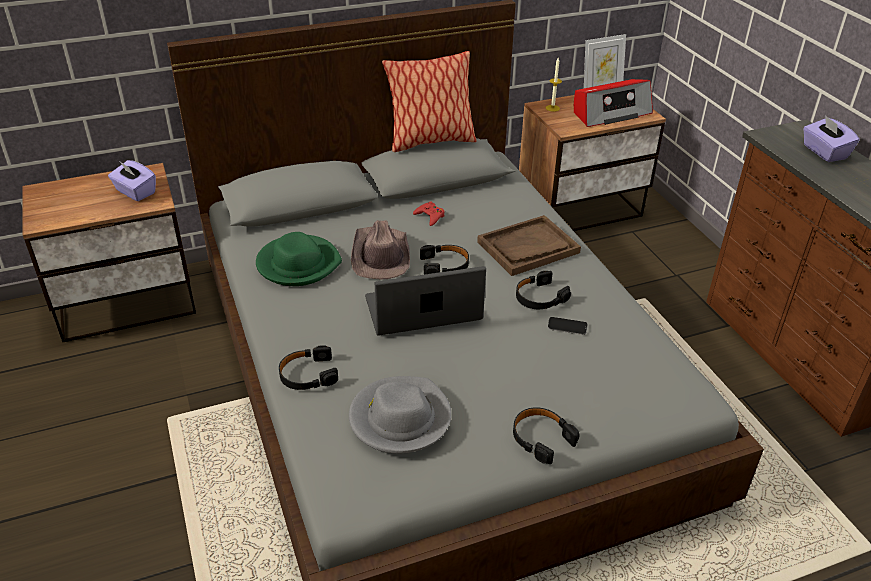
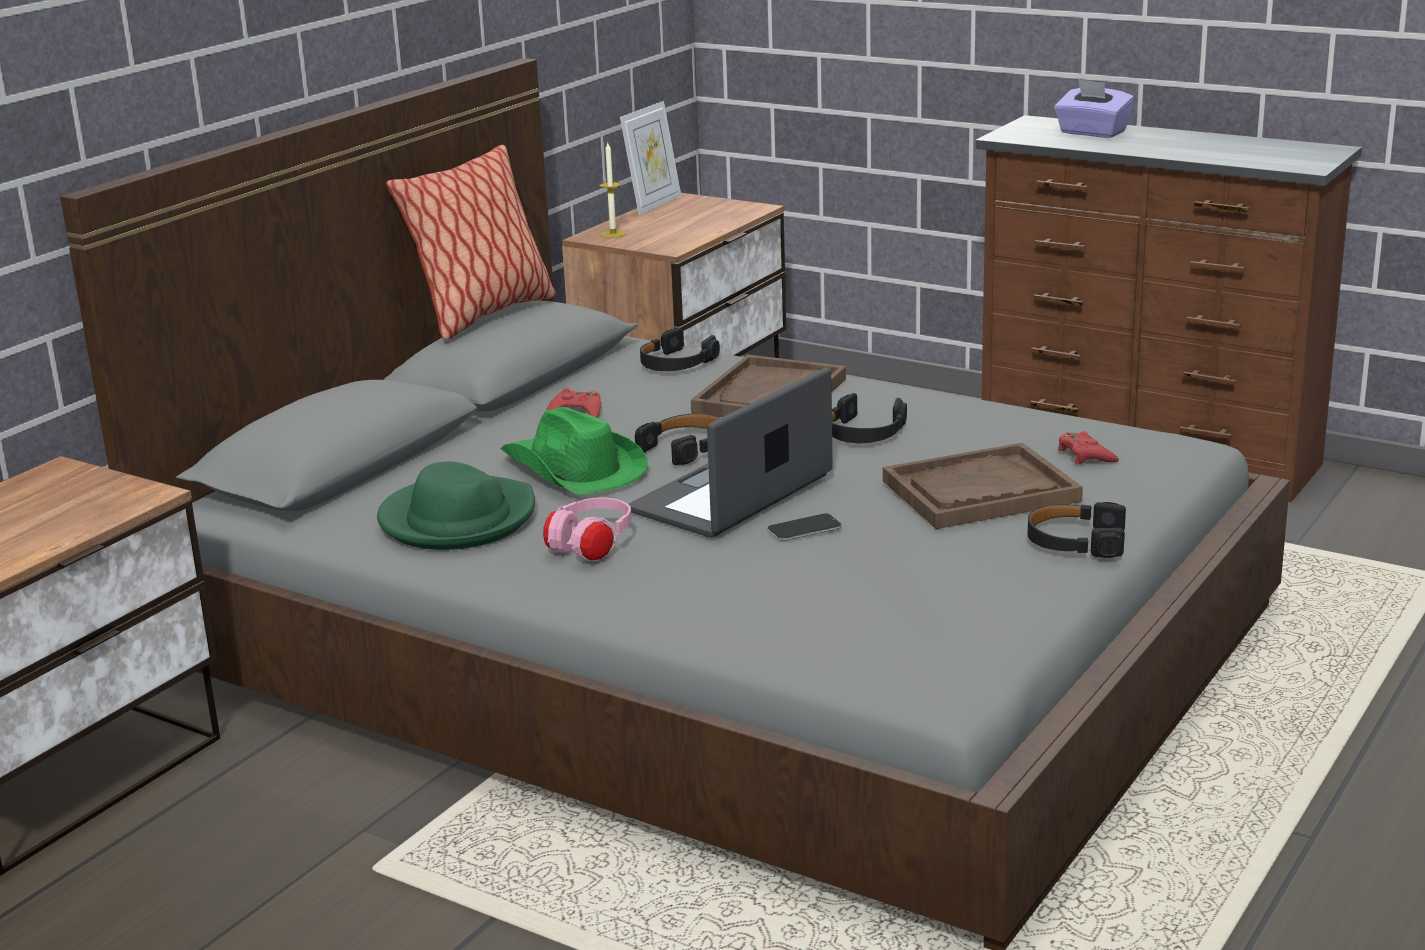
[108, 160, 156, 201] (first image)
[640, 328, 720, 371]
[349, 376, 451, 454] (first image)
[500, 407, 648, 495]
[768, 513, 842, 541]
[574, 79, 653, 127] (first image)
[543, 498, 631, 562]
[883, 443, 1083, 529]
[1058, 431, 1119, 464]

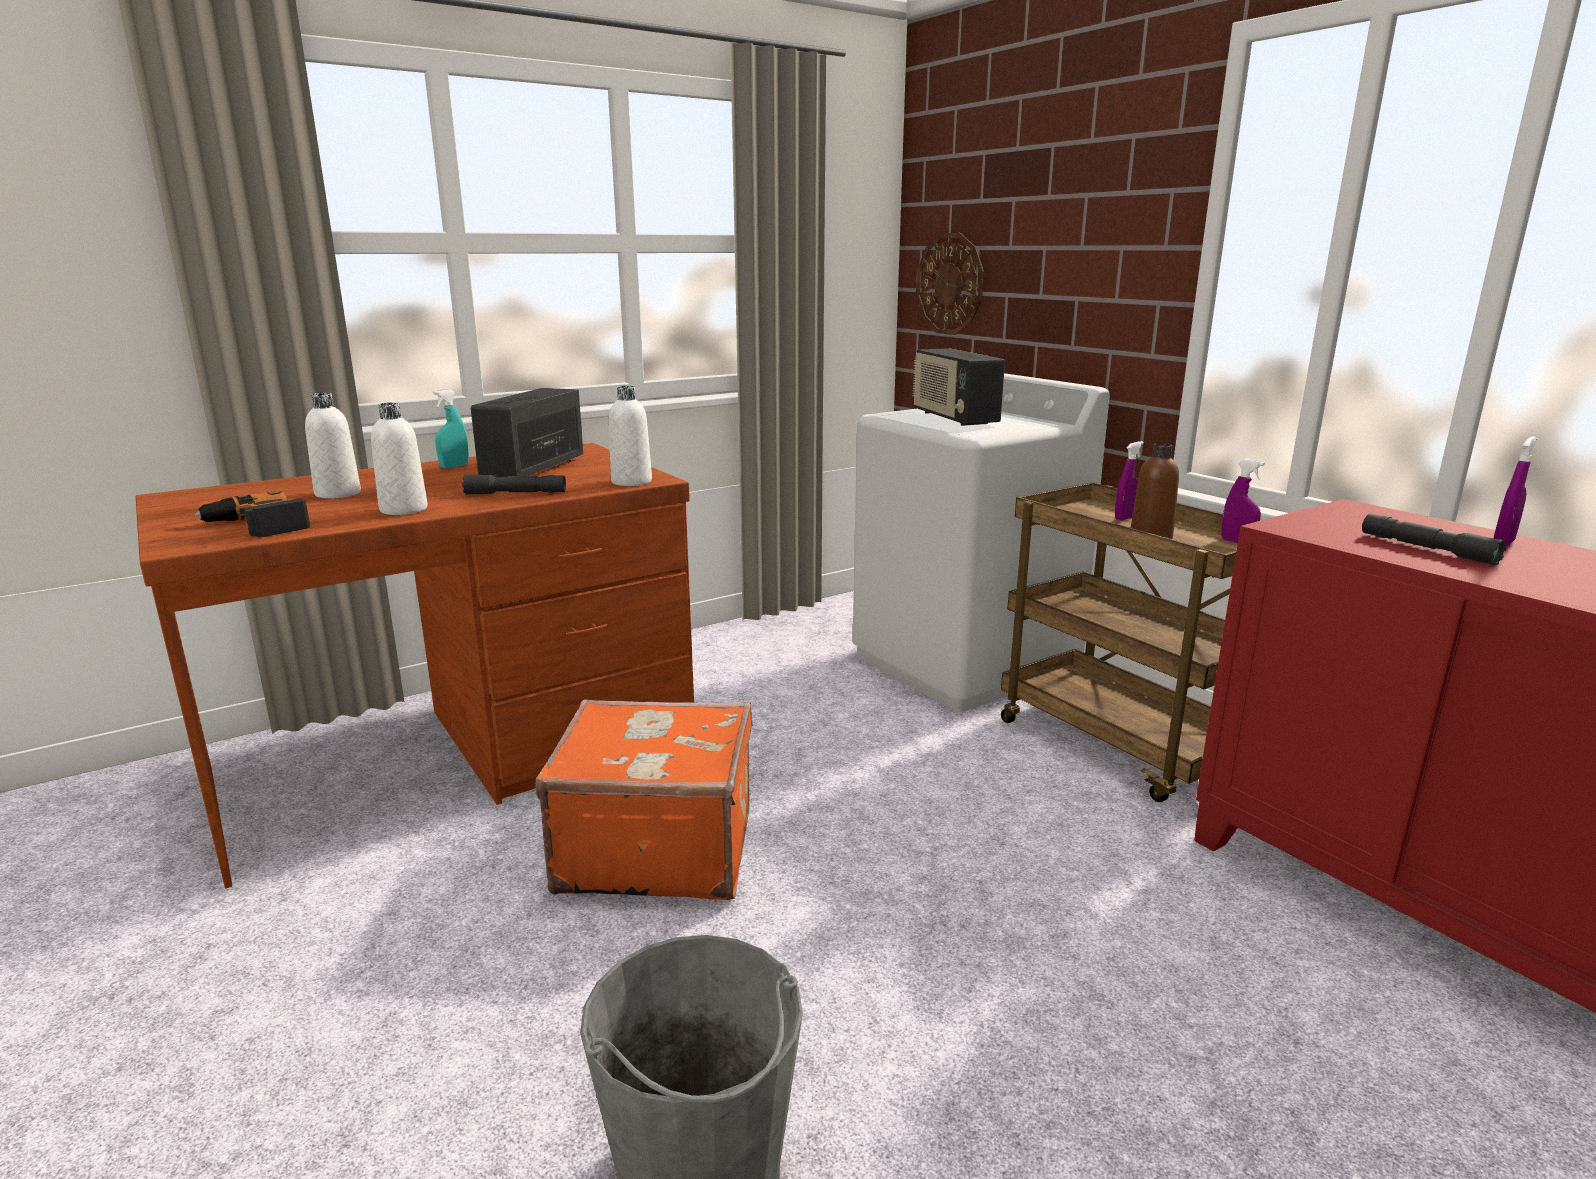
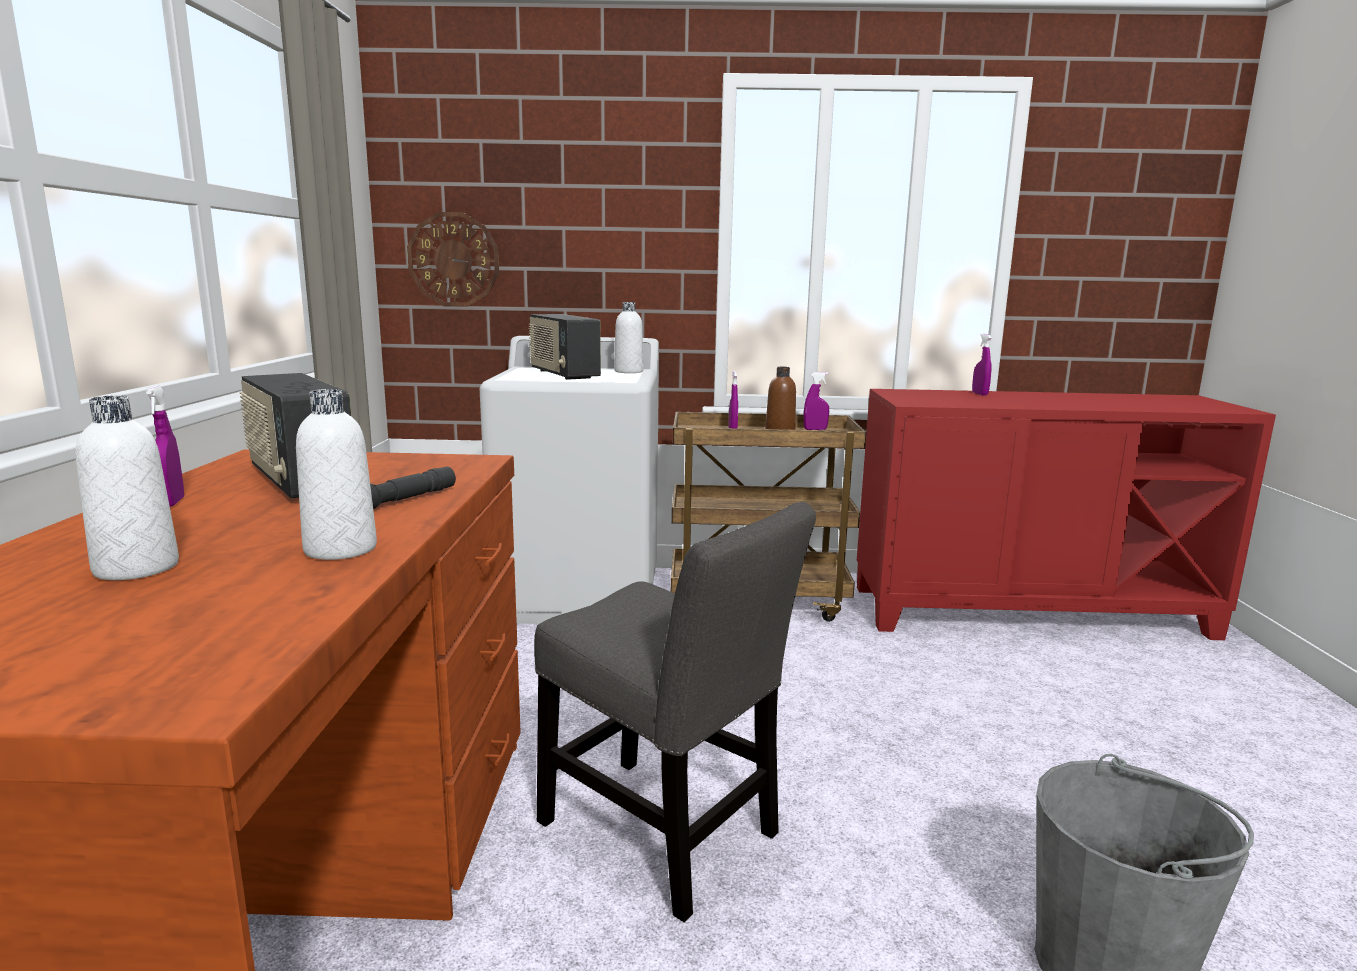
[194, 491, 310, 538] (first image)
[146, 386, 184, 507]
[534, 502, 816, 922]
[614, 302, 644, 373]
[529, 314, 601, 380]
[1362, 514, 1506, 565] (first image)

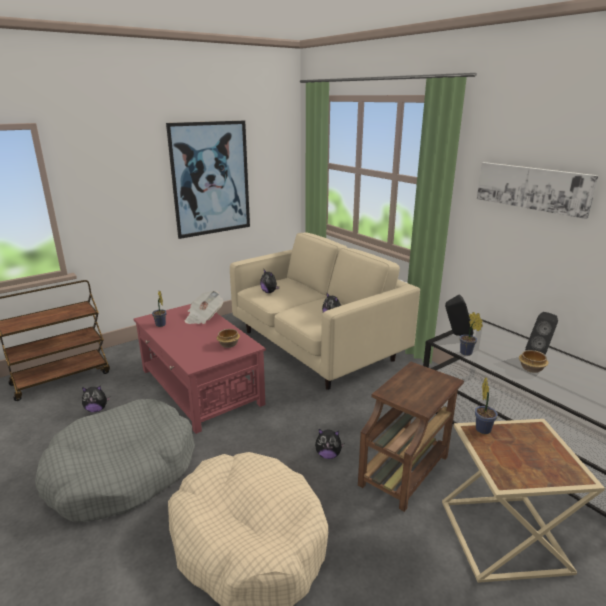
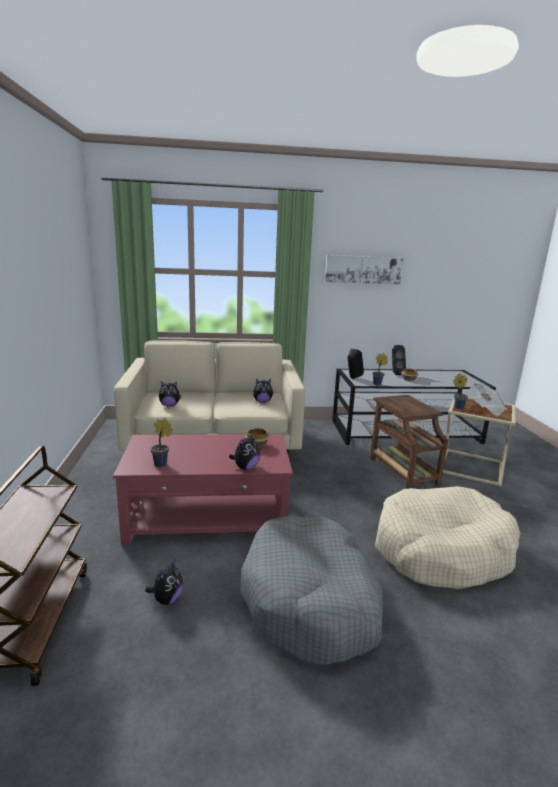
[166, 121, 250, 239] (first image)
[469, 383, 507, 416]
[229, 433, 260, 470]

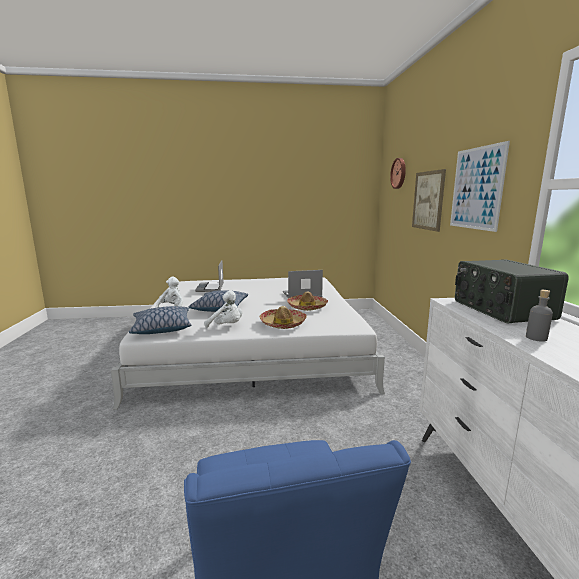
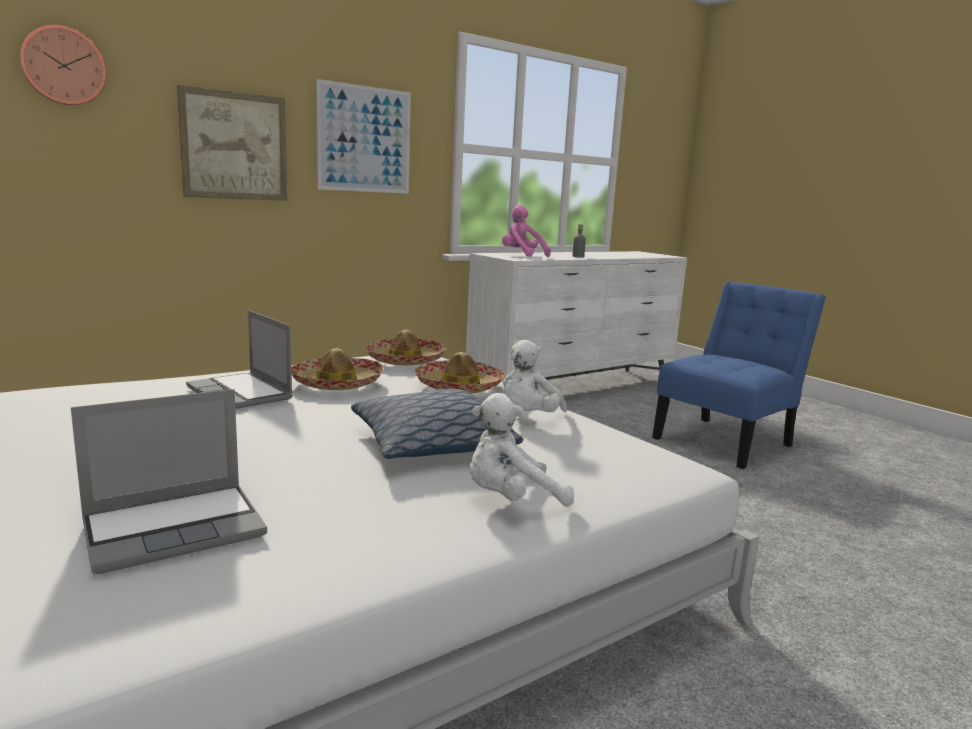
[129, 306, 191, 334] (first image)
[503, 340, 567, 412]
[502, 205, 551, 257]
[366, 330, 446, 365]

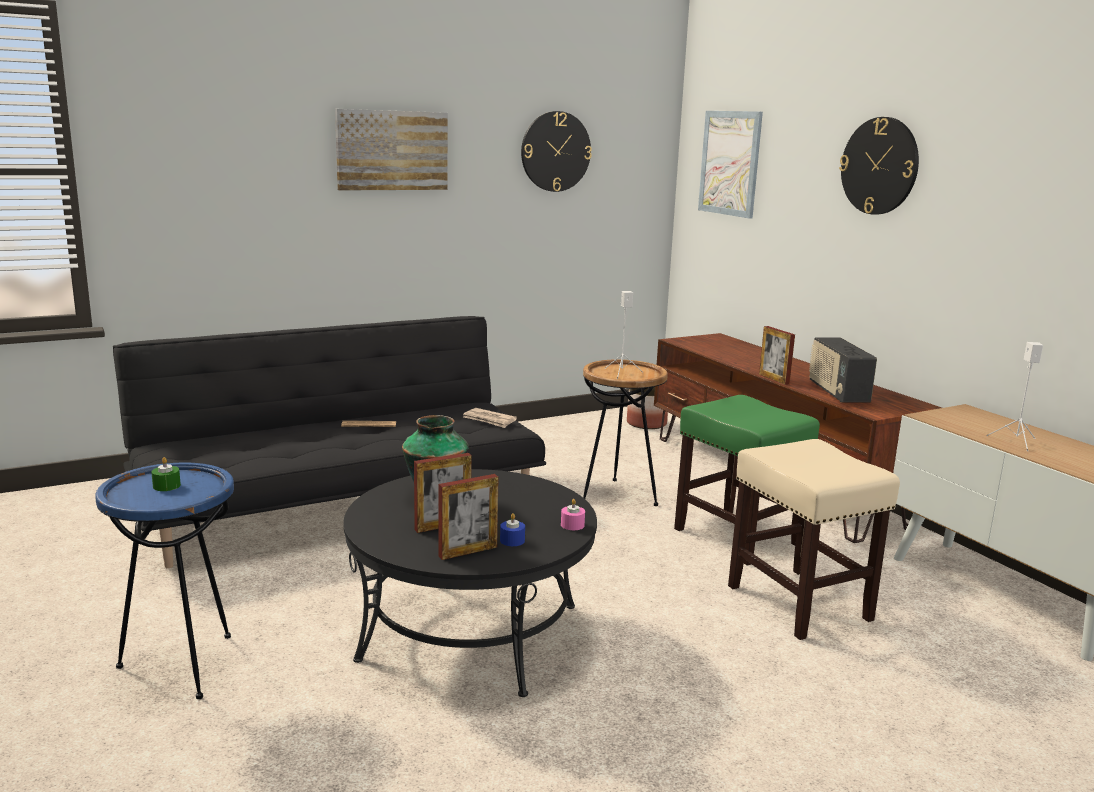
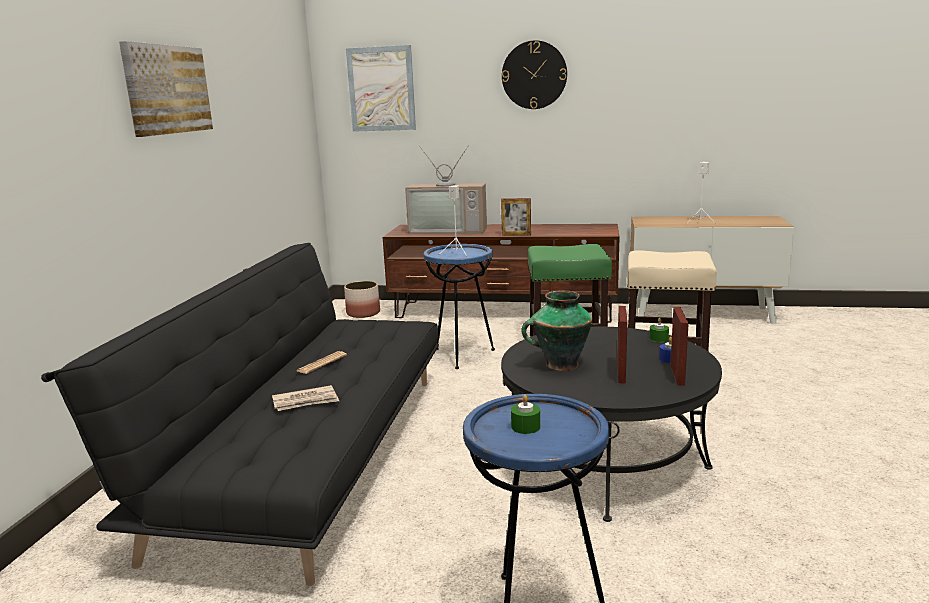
[272, 385, 339, 411]
[521, 111, 592, 192] (first image)
[649, 318, 669, 342]
[423, 244, 495, 369]
[809, 337, 877, 402] (first image)
[405, 145, 487, 234]

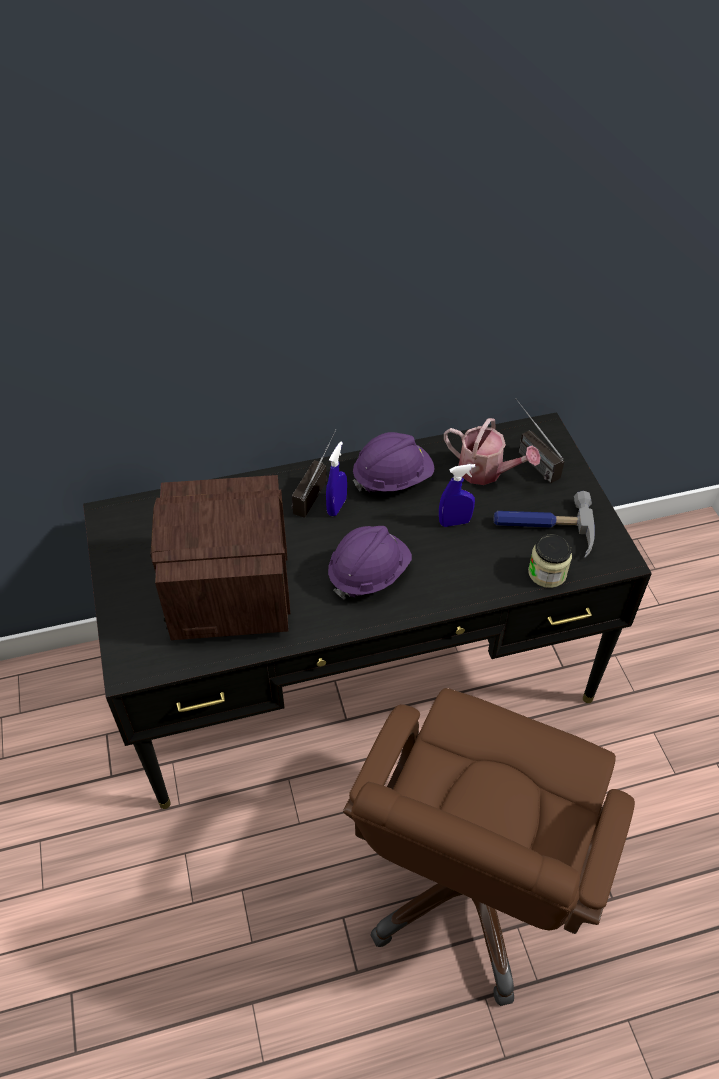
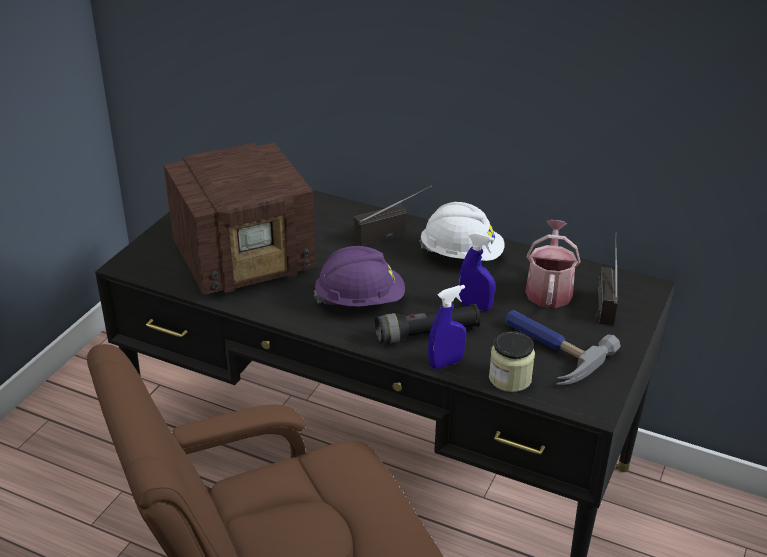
[164, 143, 316, 295]
[428, 285, 466, 369]
[419, 202, 505, 261]
[525, 220, 580, 308]
[375, 304, 480, 344]

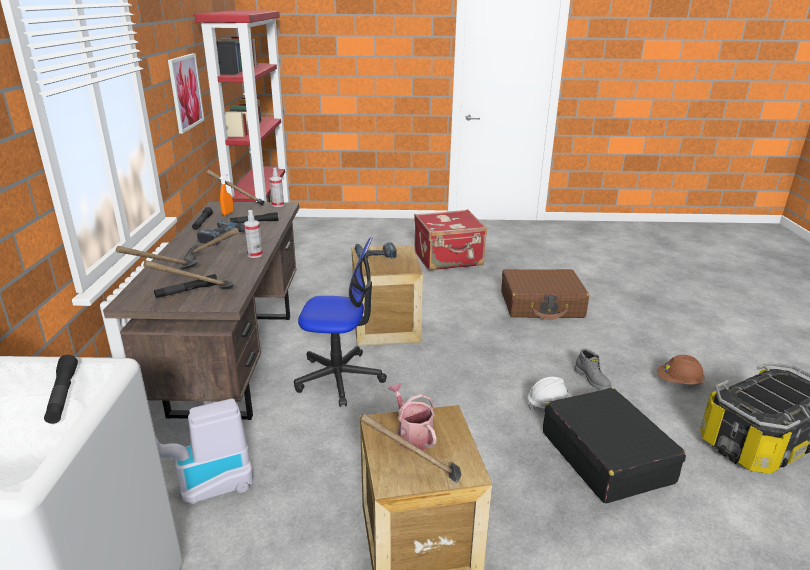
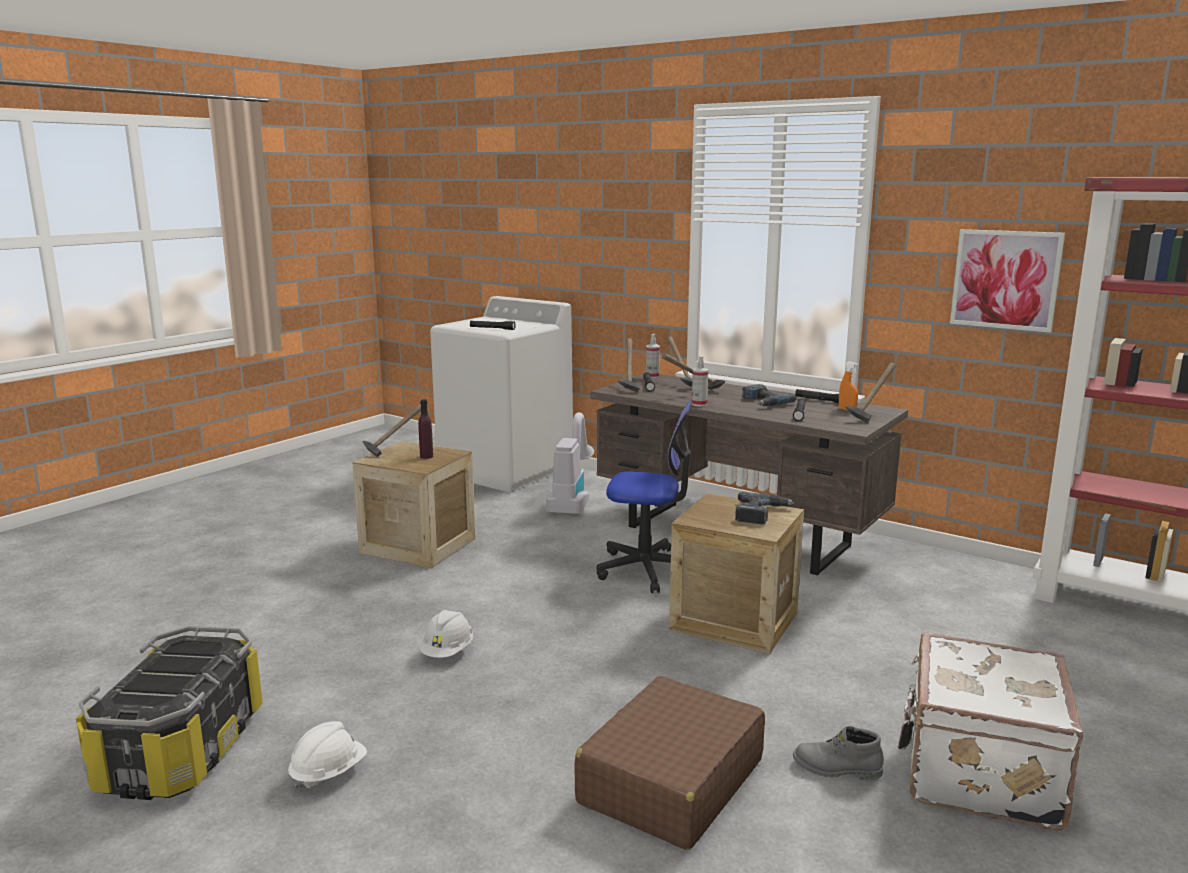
[646, 334, 660, 378]
[597, 400, 692, 593]
[418, 399, 433, 459]
[898, 632, 1083, 831]
[543, 388, 686, 503] (first image)
[793, 726, 884, 780]
[288, 721, 367, 792]

